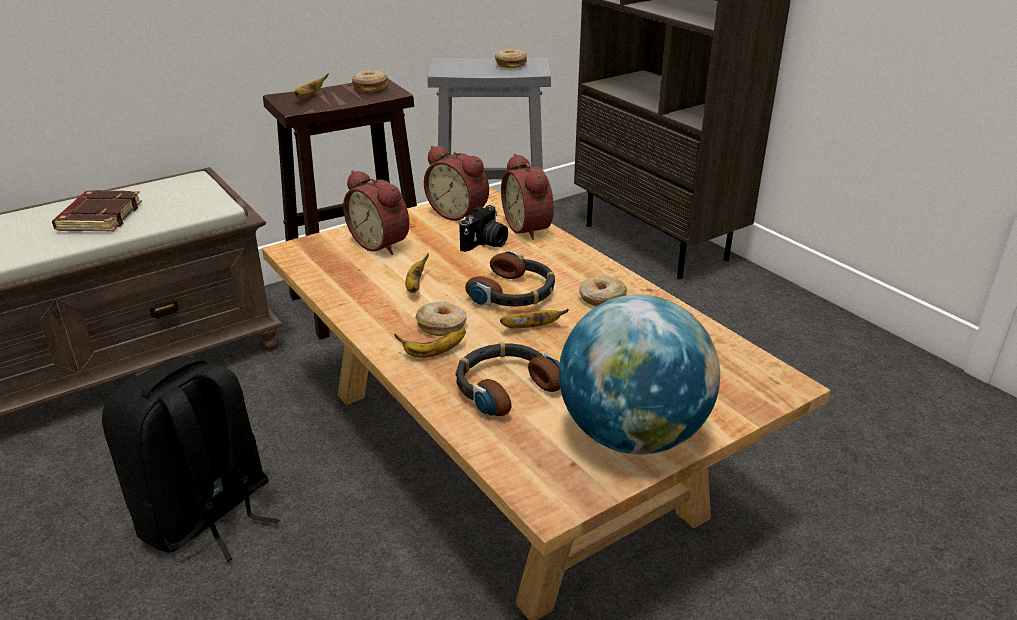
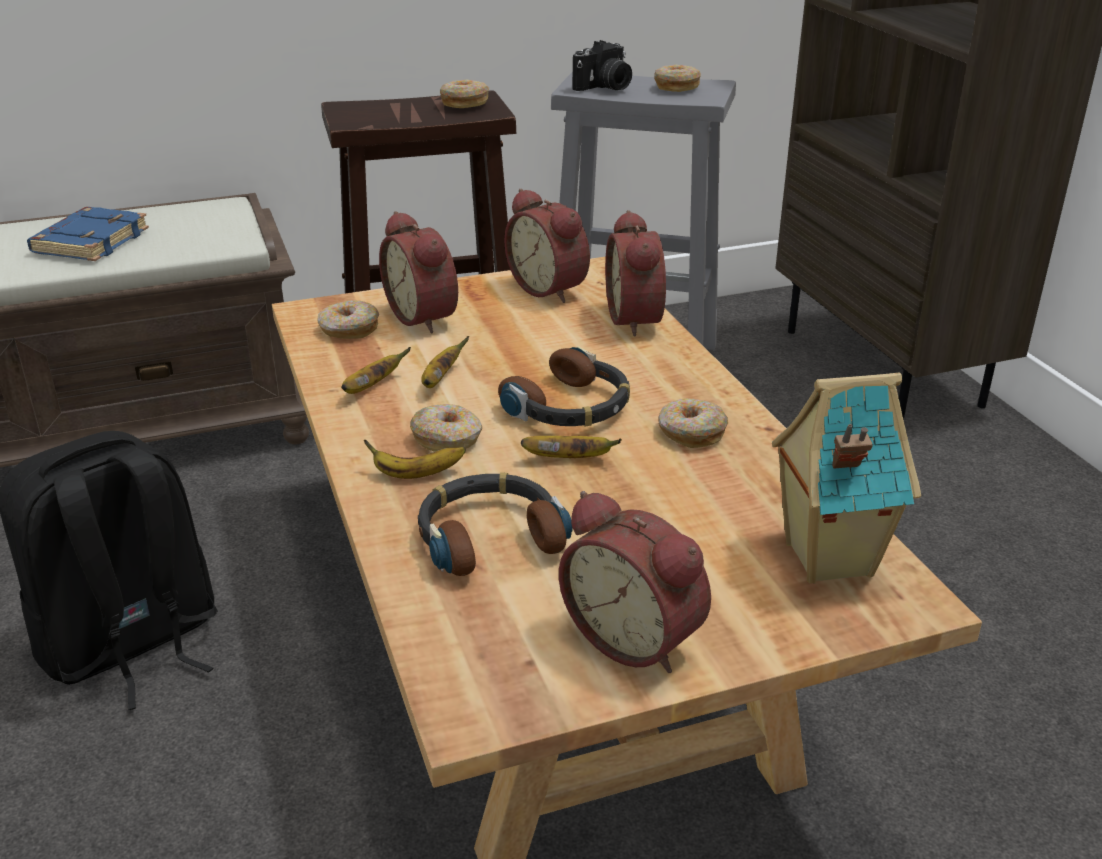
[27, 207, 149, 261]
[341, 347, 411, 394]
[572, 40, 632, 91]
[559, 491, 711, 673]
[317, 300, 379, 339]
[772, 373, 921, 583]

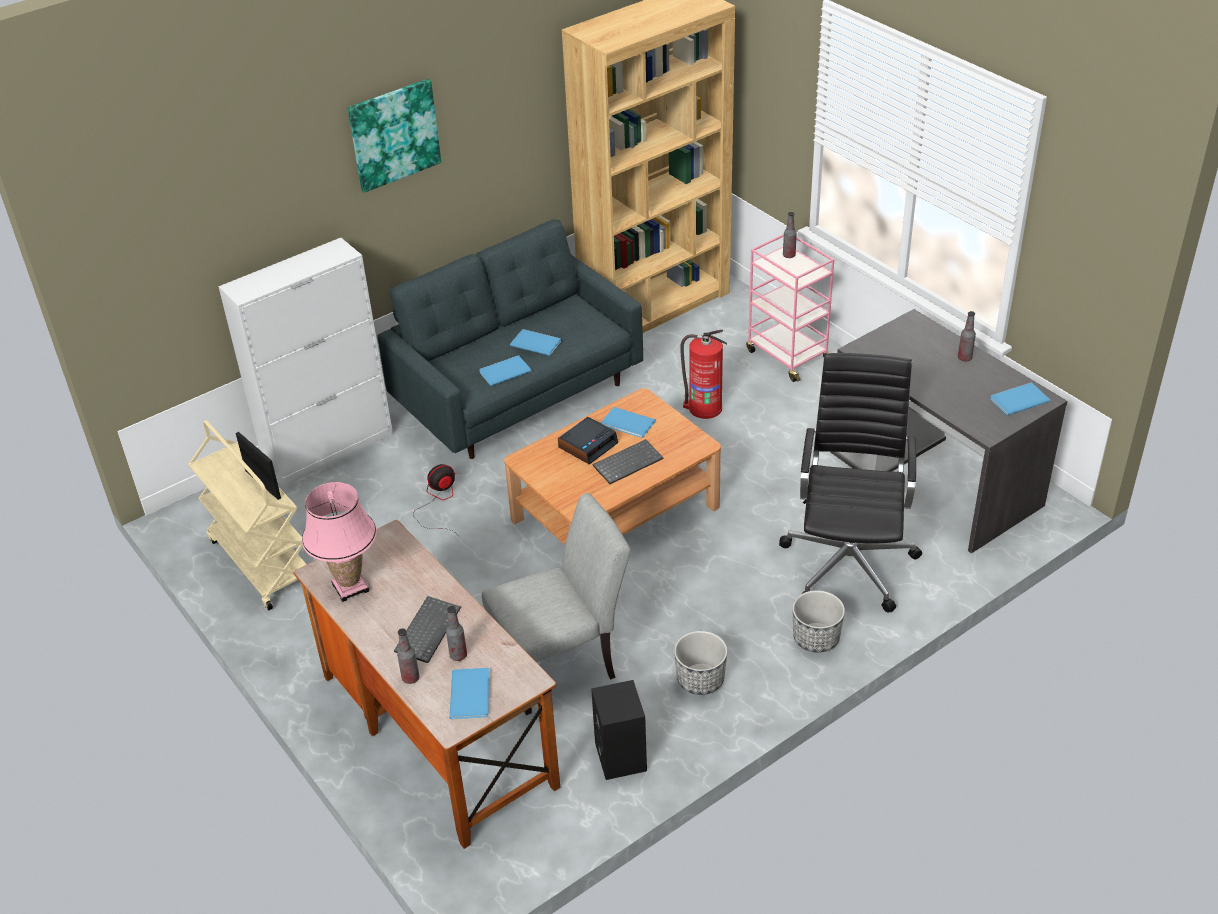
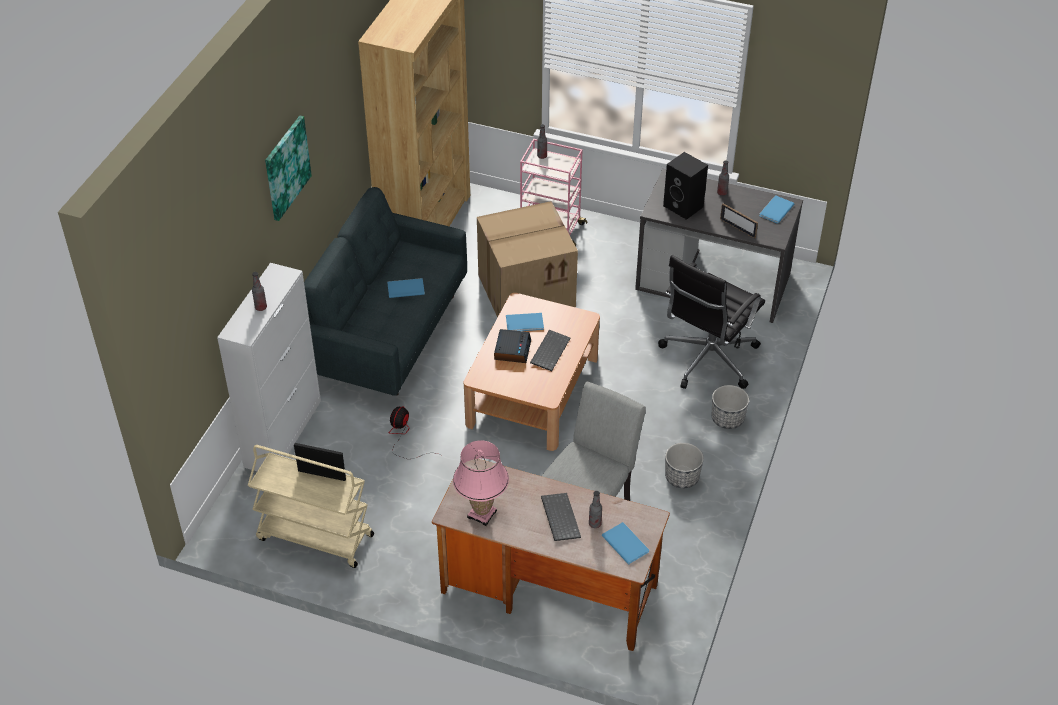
[252, 272, 267, 311]
[479, 355, 531, 386] (first image)
[663, 152, 708, 220]
[477, 201, 578, 318]
[658, 255, 765, 389]
[720, 203, 758, 239]

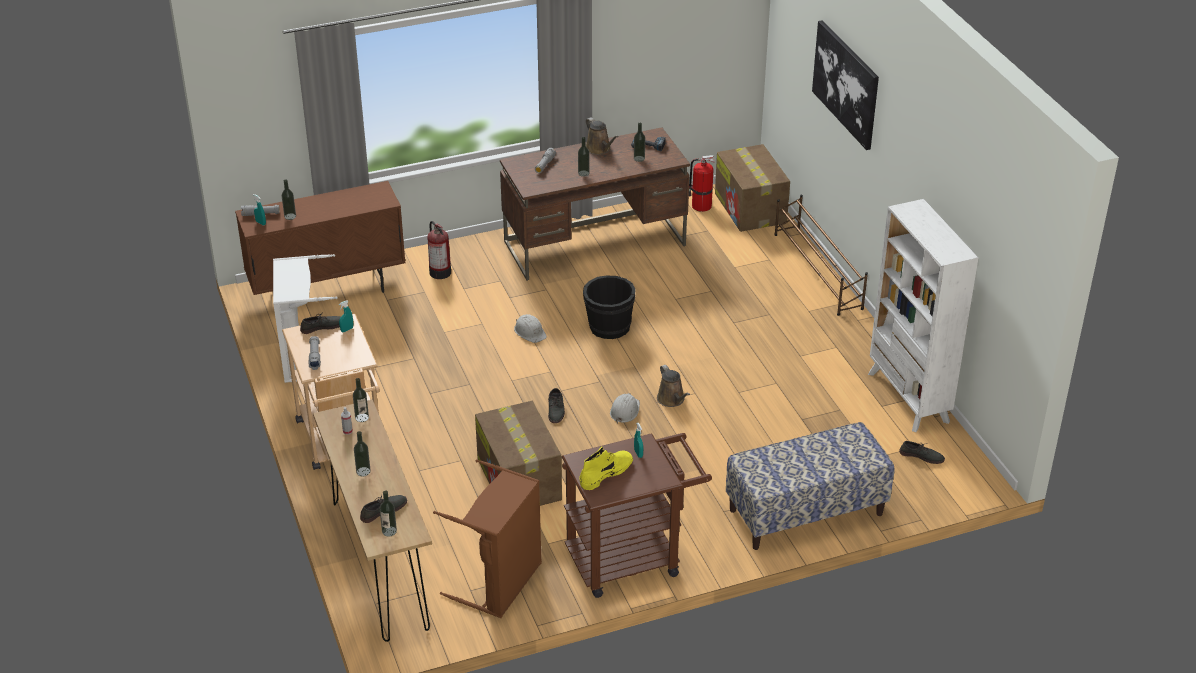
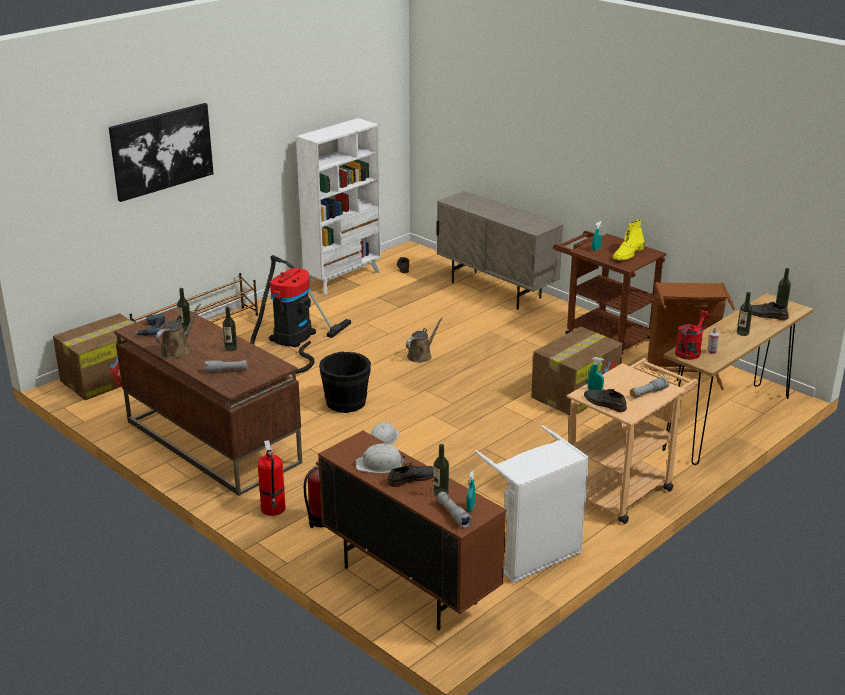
[675, 310, 710, 360]
[387, 461, 434, 487]
[613, 219, 644, 261]
[356, 444, 406, 473]
[257, 440, 286, 516]
[436, 191, 563, 310]
[250, 255, 351, 374]

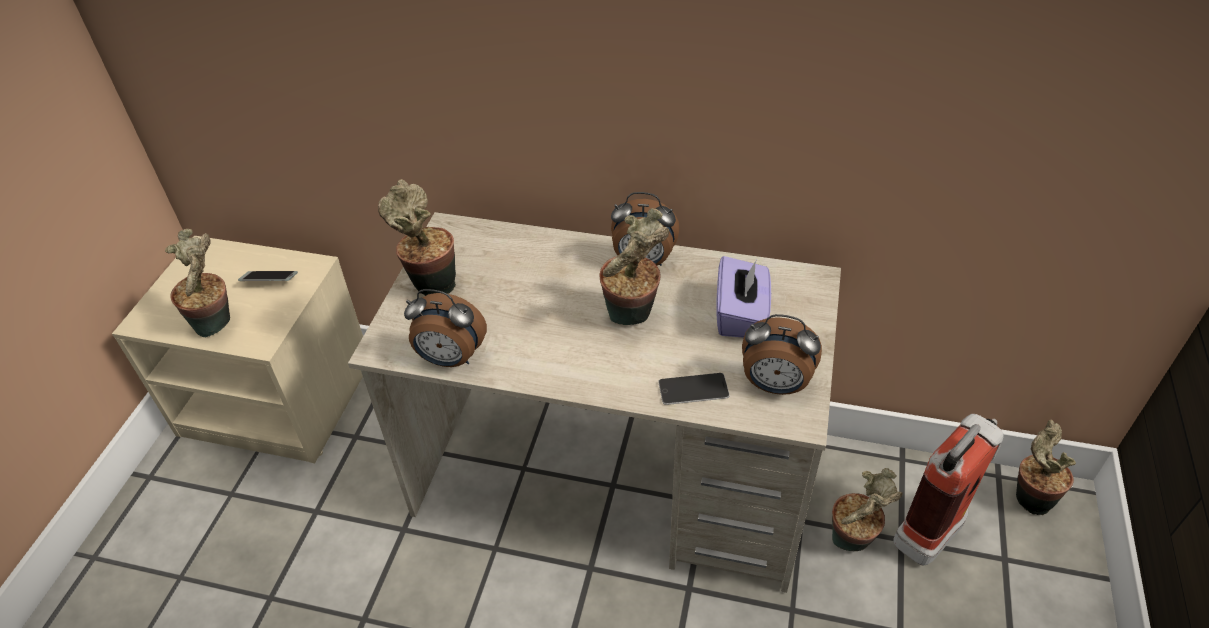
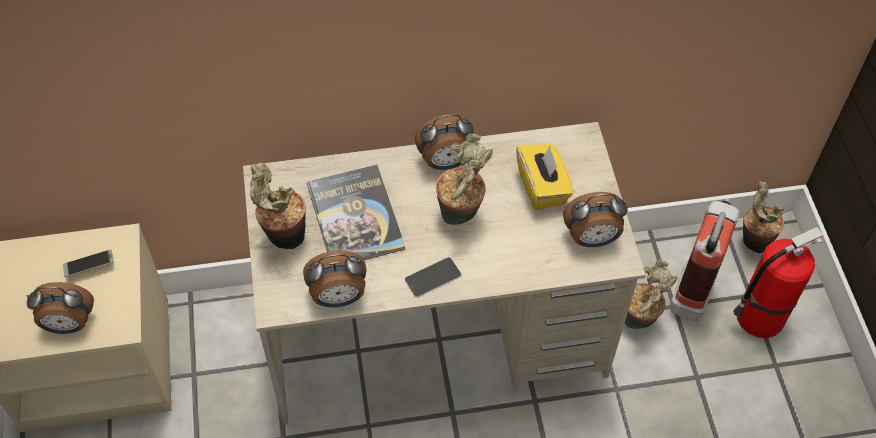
[27, 282, 94, 334]
[404, 257, 462, 297]
[516, 144, 573, 210]
[307, 165, 406, 260]
[733, 227, 823, 338]

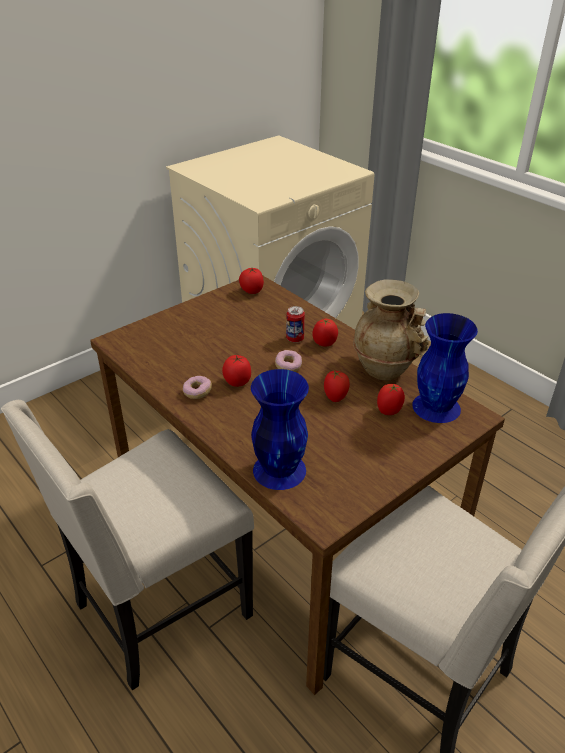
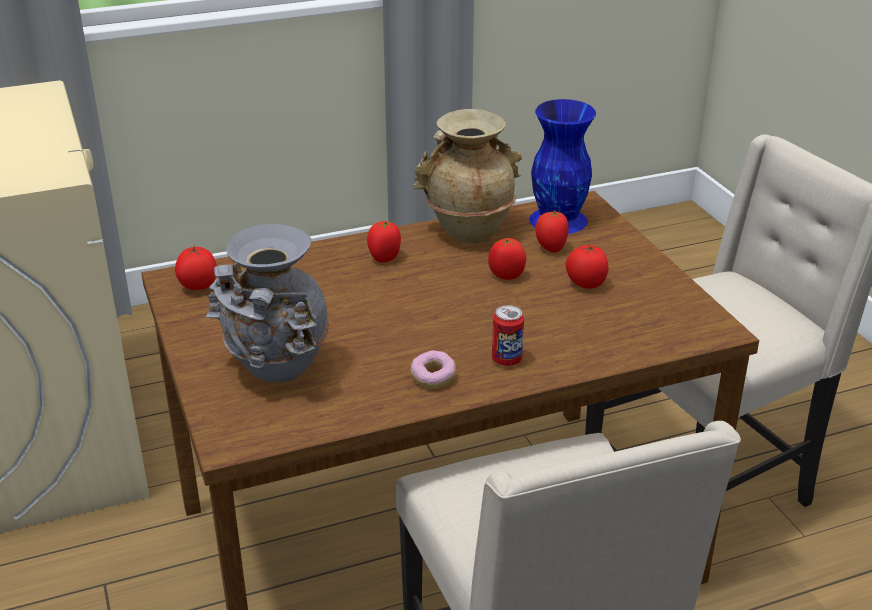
[566, 244, 608, 289]
[251, 369, 309, 490] (first image)
[275, 350, 302, 372] (first image)
[492, 305, 524, 366]
[206, 224, 330, 383]

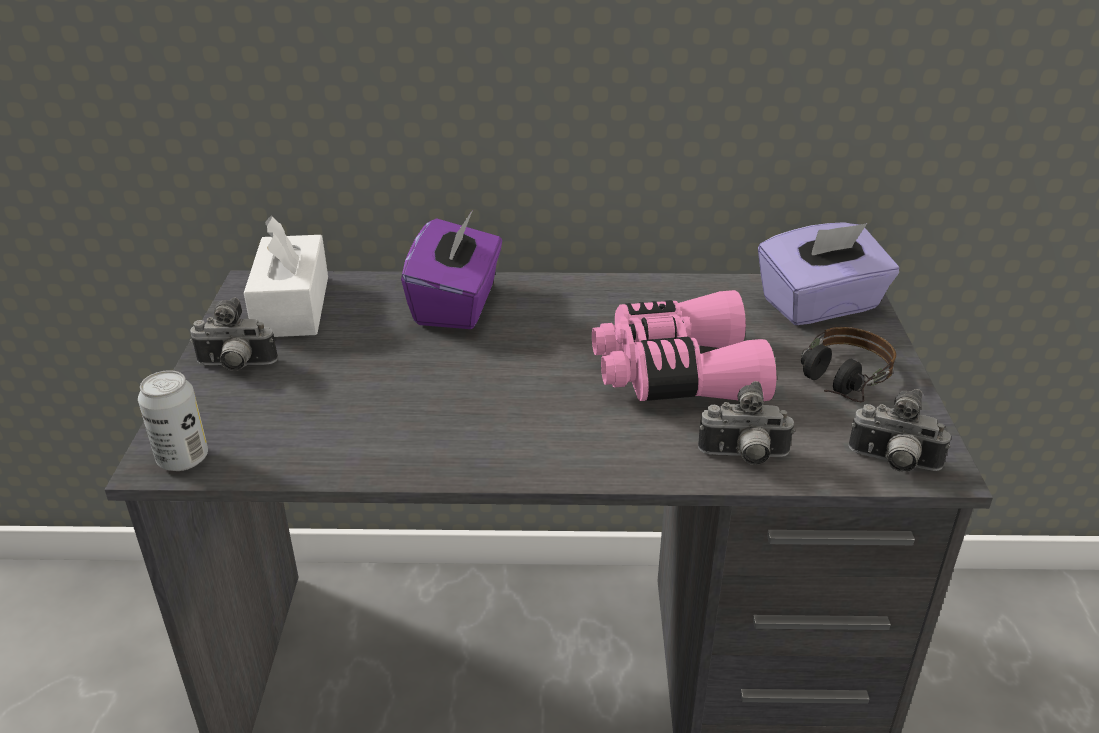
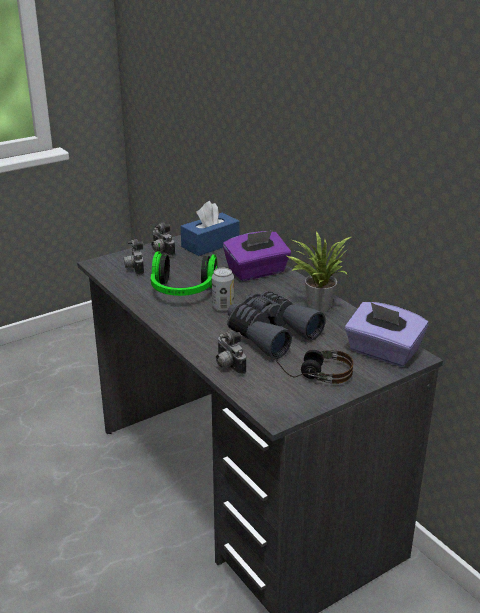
[212, 268, 234, 312]
[181, 201, 240, 256]
[227, 291, 326, 359]
[124, 239, 144, 276]
[151, 243, 218, 296]
[287, 232, 353, 312]

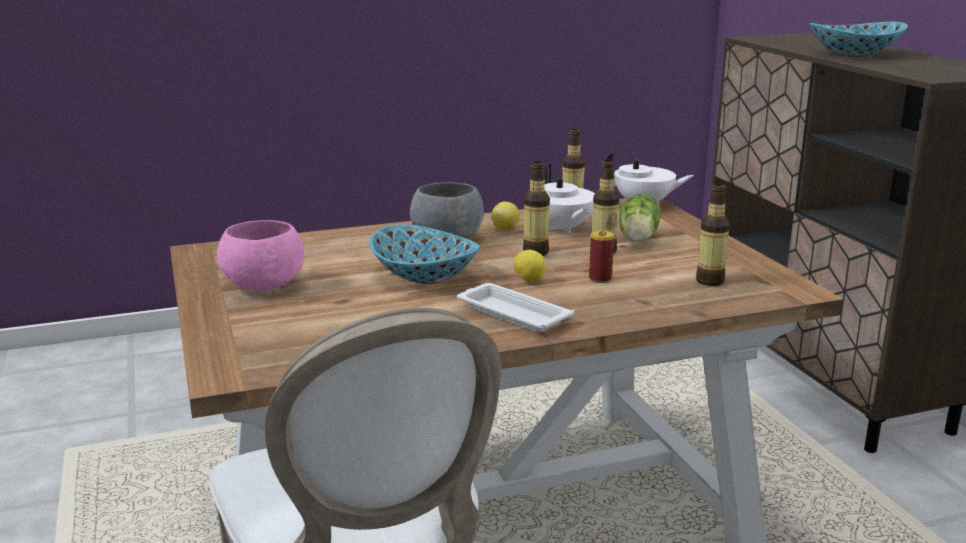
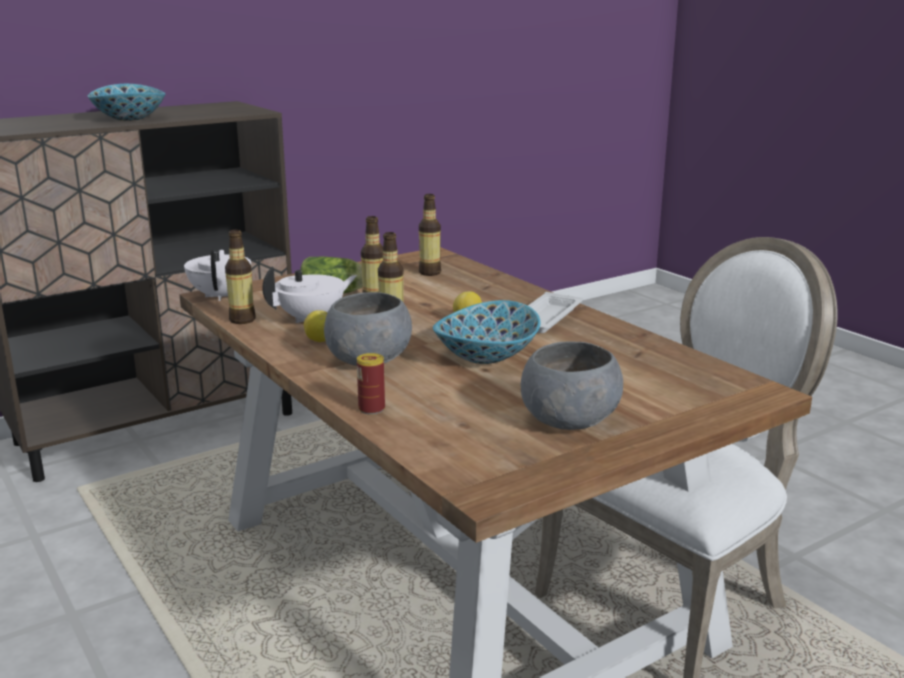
[521, 342, 623, 430]
[357, 353, 385, 414]

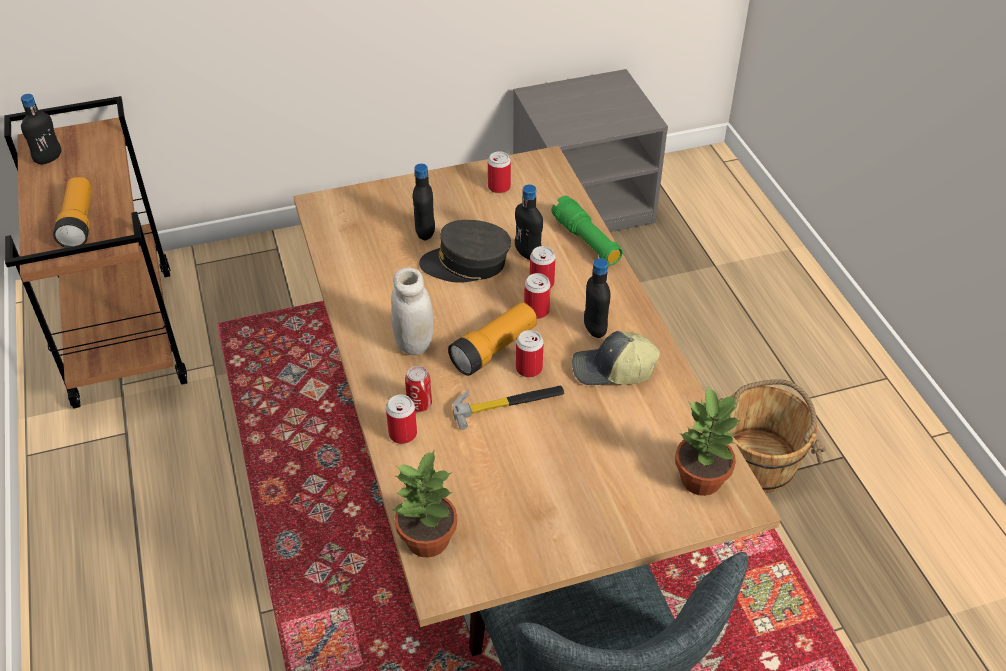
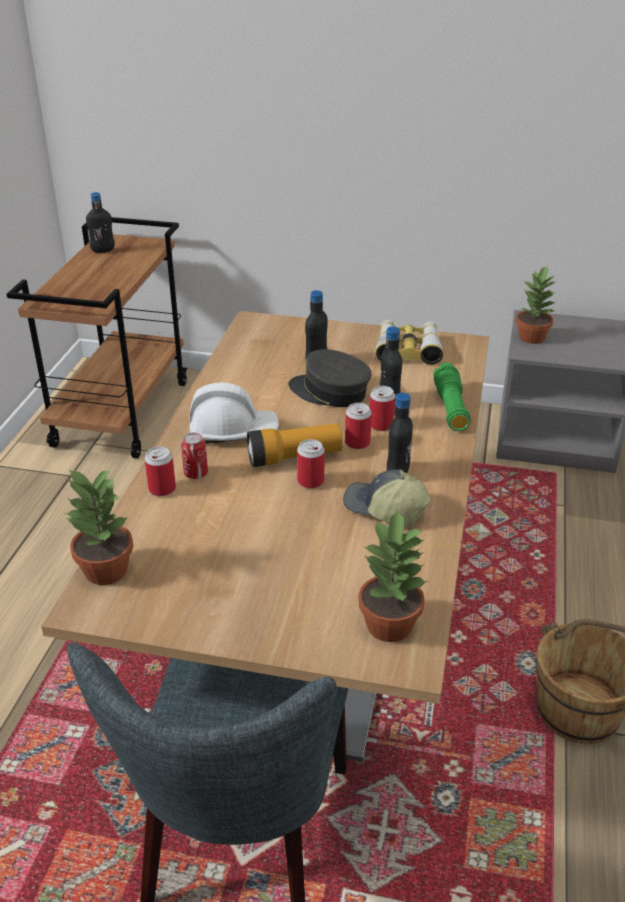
[53, 177, 92, 248] (first image)
[190, 383, 279, 444]
[453, 386, 564, 430] (first image)
[376, 320, 443, 365]
[516, 266, 556, 344]

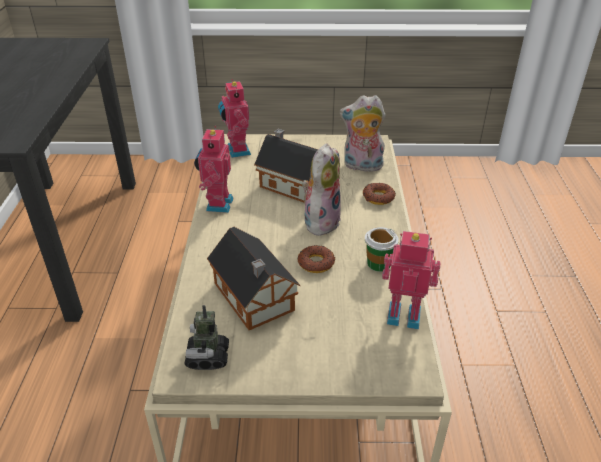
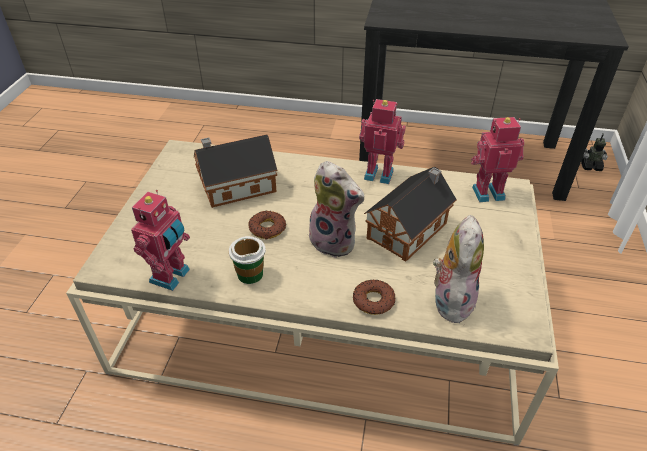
[581, 133, 608, 171]

